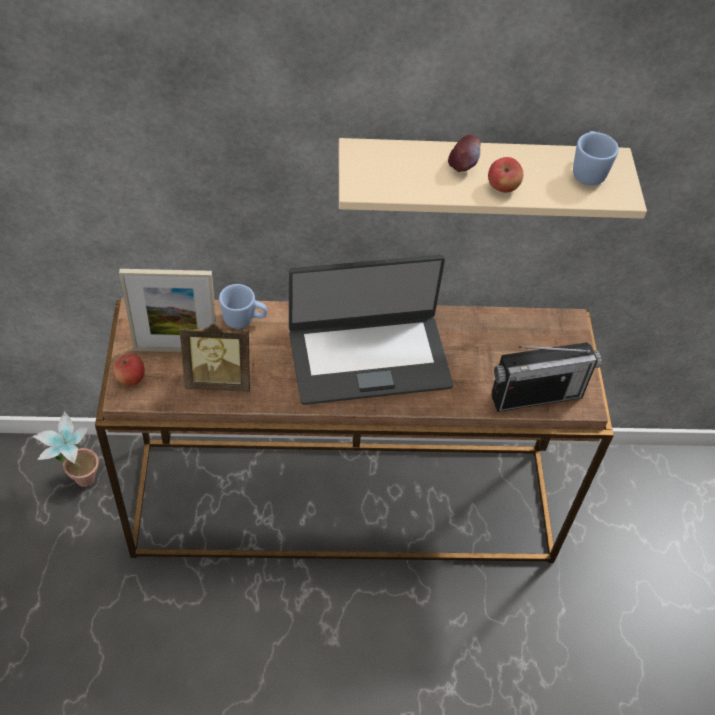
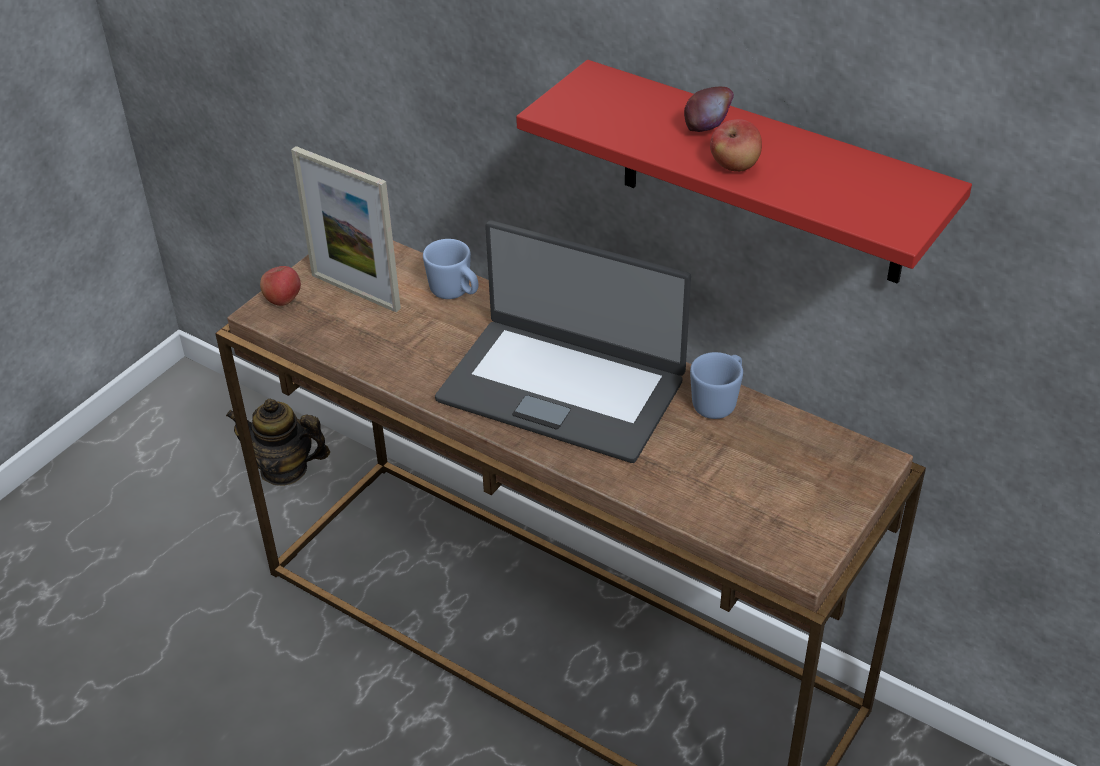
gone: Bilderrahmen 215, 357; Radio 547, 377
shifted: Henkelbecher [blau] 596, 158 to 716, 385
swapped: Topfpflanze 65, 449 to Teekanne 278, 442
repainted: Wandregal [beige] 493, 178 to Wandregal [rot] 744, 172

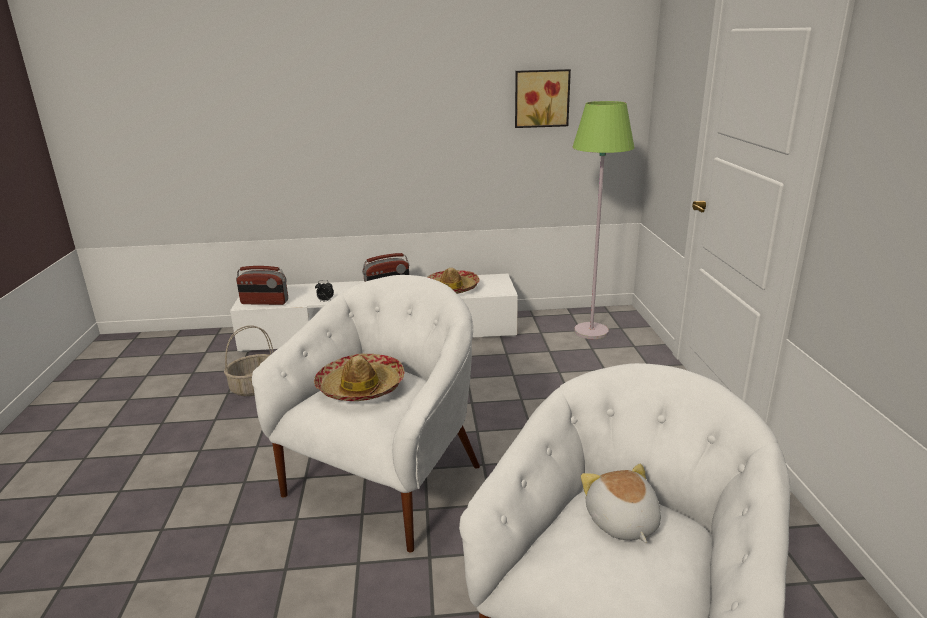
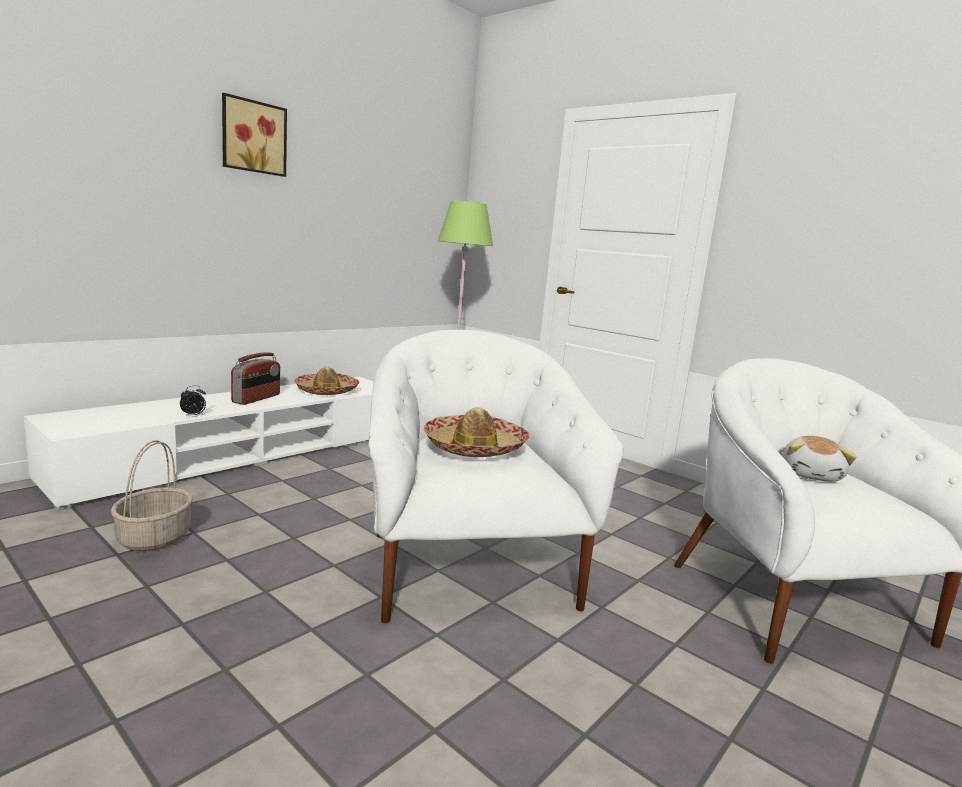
gone: Radio 262, 285
shifted: Bild 543, 98 to 254, 135
rotated: Plüschtier 621, 503 = 819, 459 105 degrees counterclockwise

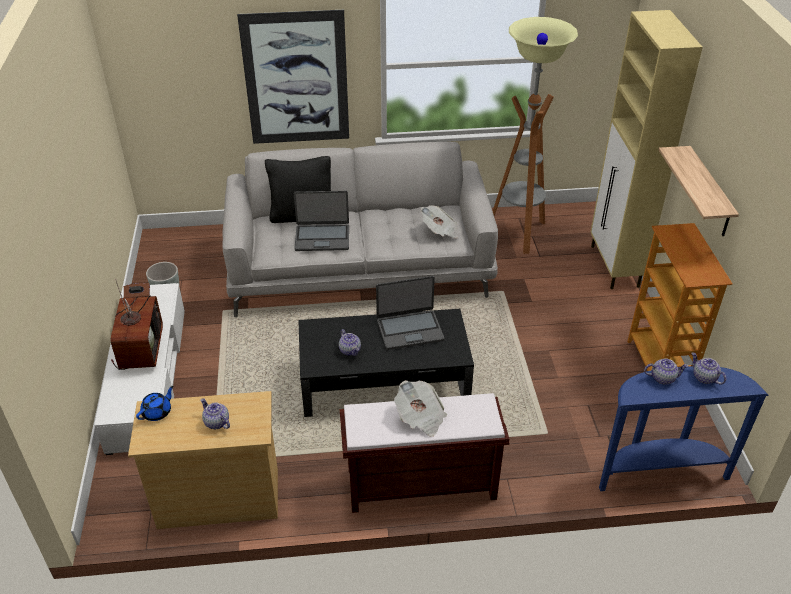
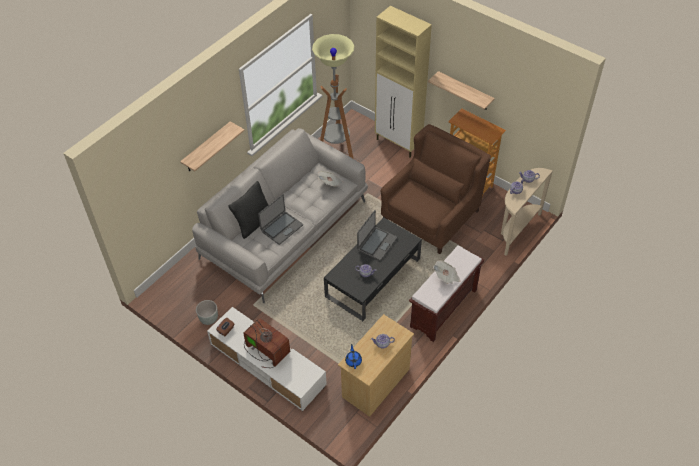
new: Sessel [braun] 436, 189
swapped: Bild 293, 77 to Wandregal 212, 146
repainted: Konsolentisch [blau] 684, 428 to Konsolentisch [beige] 527, 212

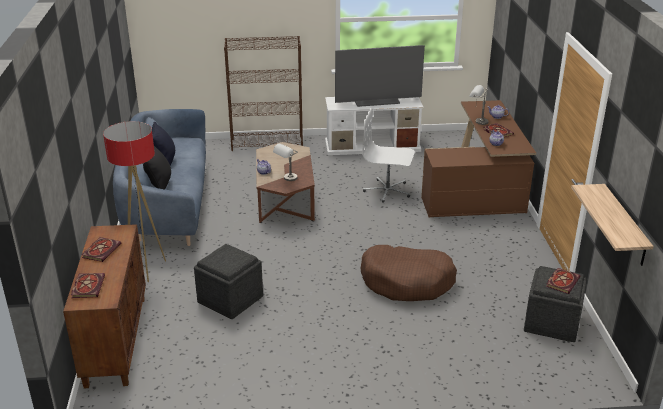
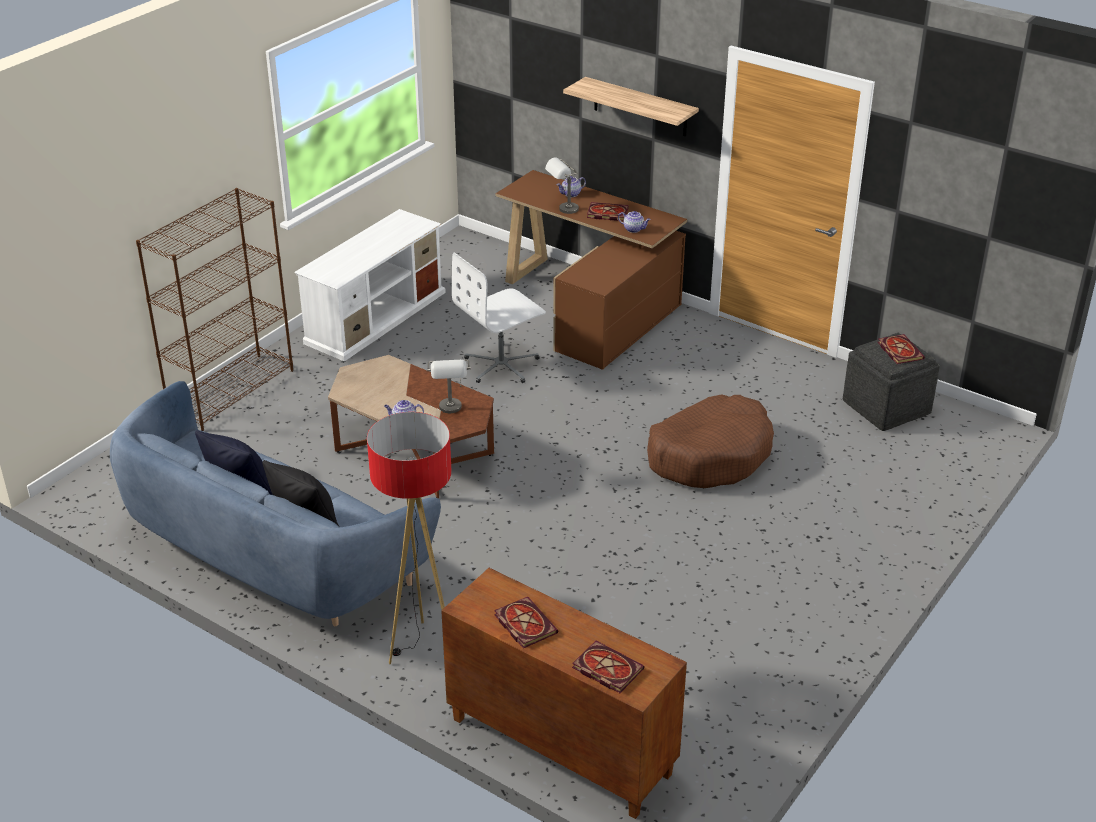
gone: Polsterhocker [grau] 228, 281; Fernseher 380, 76
shifted: Wandregal 612, 225 to 631, 106

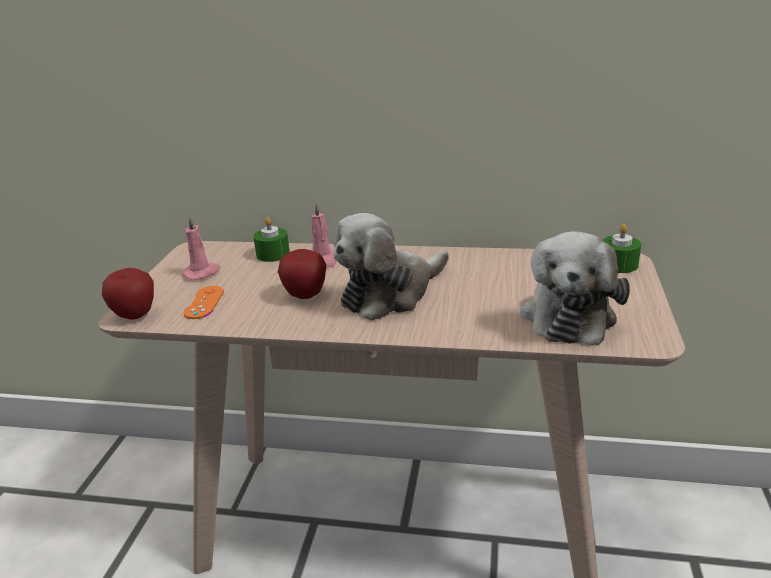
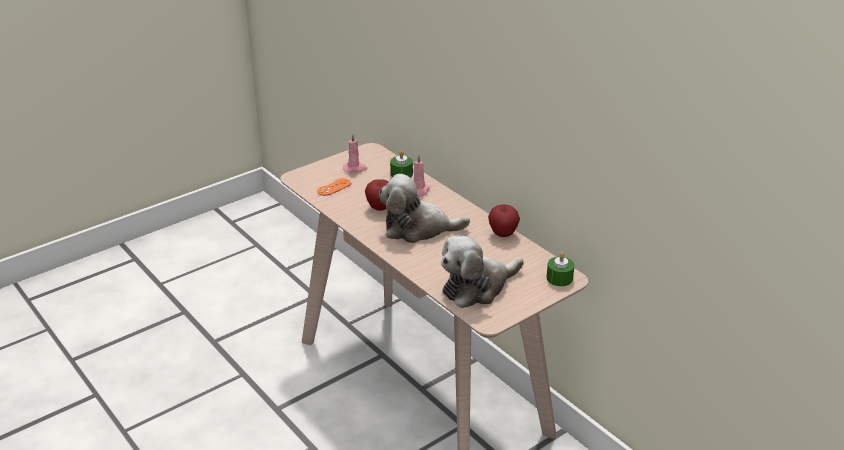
shifted: Apfel 128, 293 to 504, 221

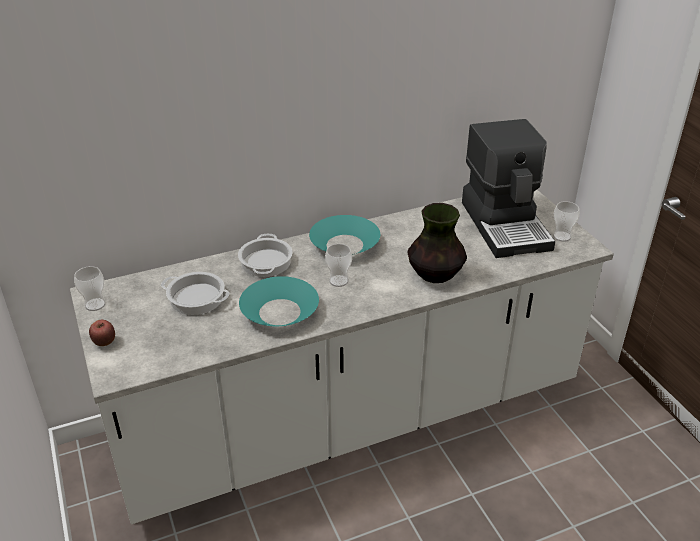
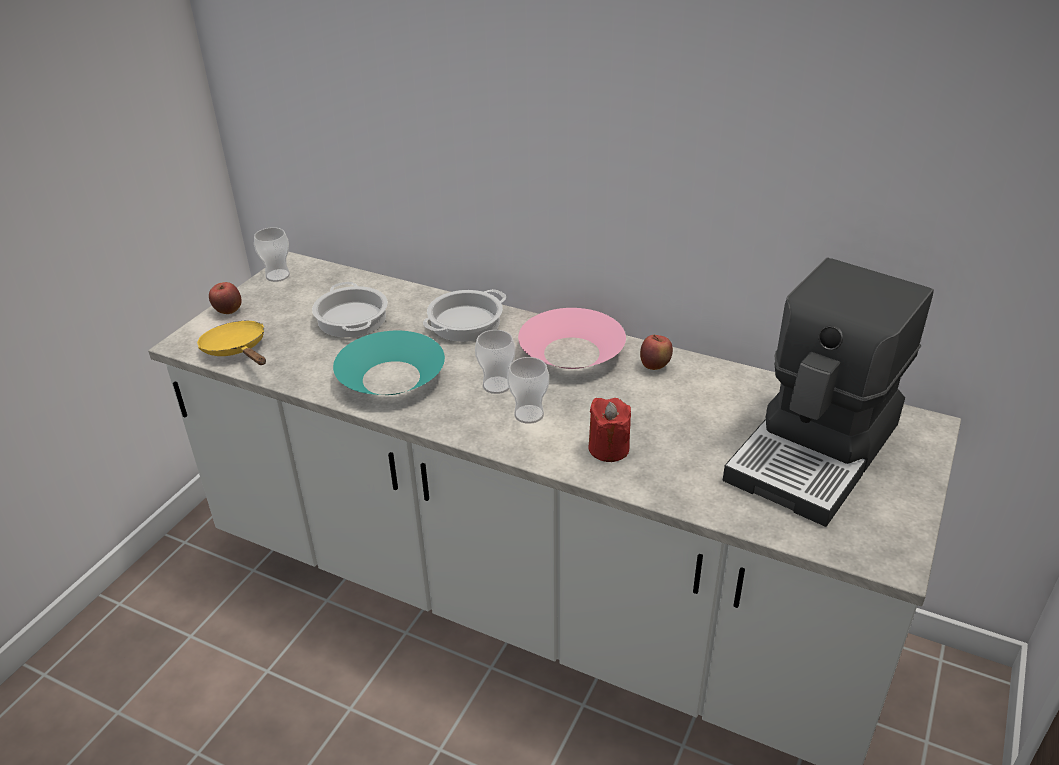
new: Pfanne [gelb] 231, 343; Apfel 656, 352
shifted: Tasse 566, 221 to 528, 390
swapped: Vase 437, 243 to Kerze [rot] 609, 430
repainted: Schüssel [türkis] 344, 235 to Schüssel [rosa] 572, 338

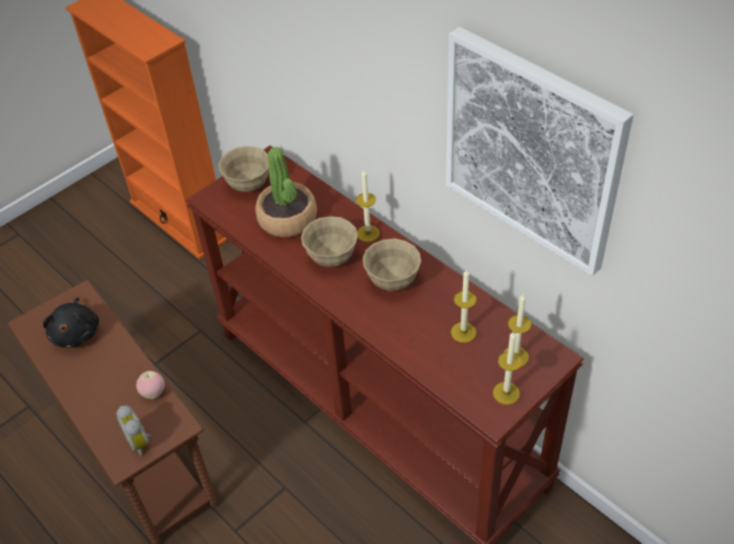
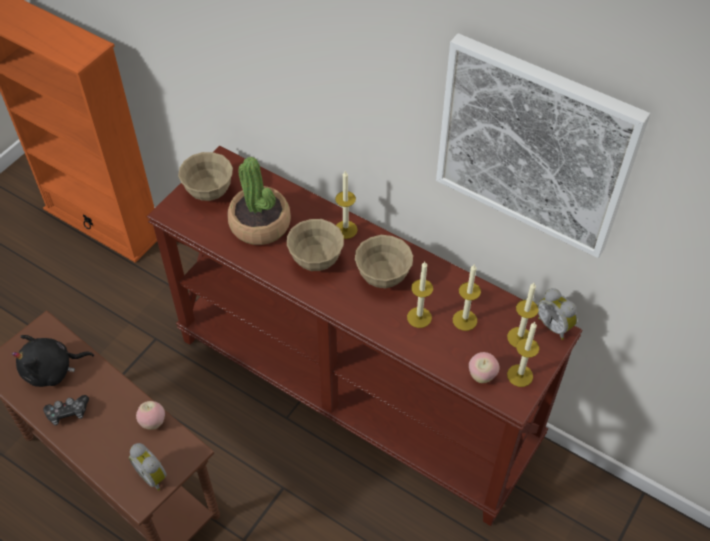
new: Gamepad 66, 410; Kerze 420, 295; Apfel 484, 367; Wecker 558, 314
rotated: Plüschtier [schwarz] 71, 322 = 53, 361 90 degrees clockwise

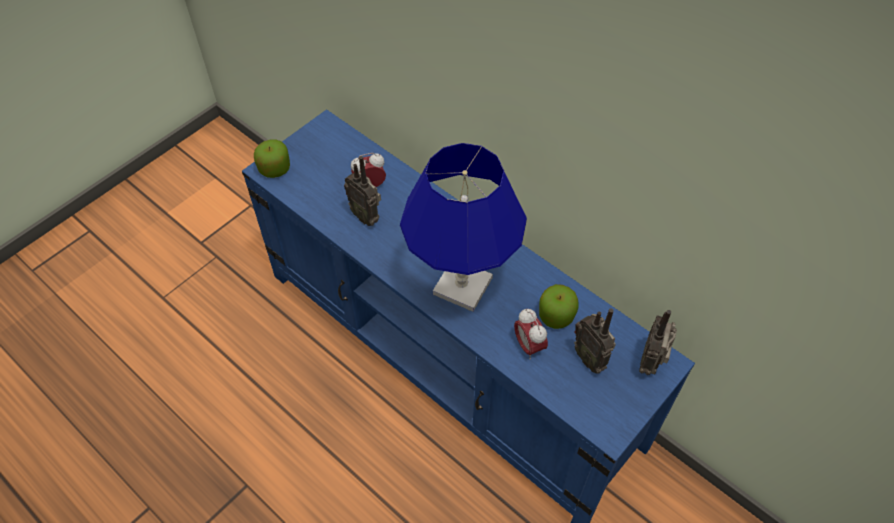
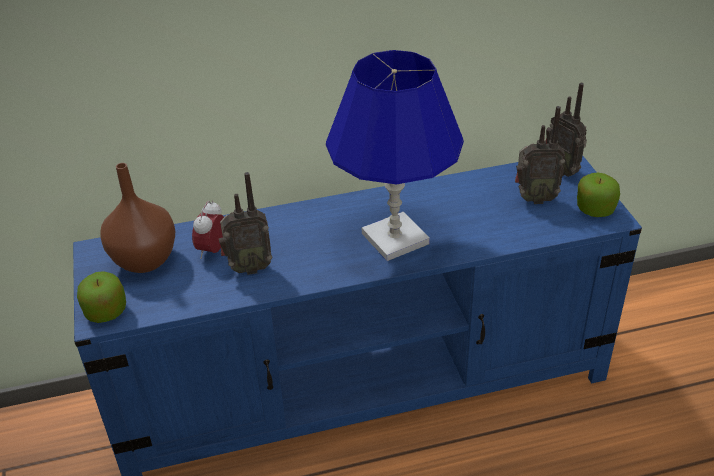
gone: Wecker 531, 334
new: Vase [braun] 138, 218
shifted: Apfel 559, 306 to 598, 194

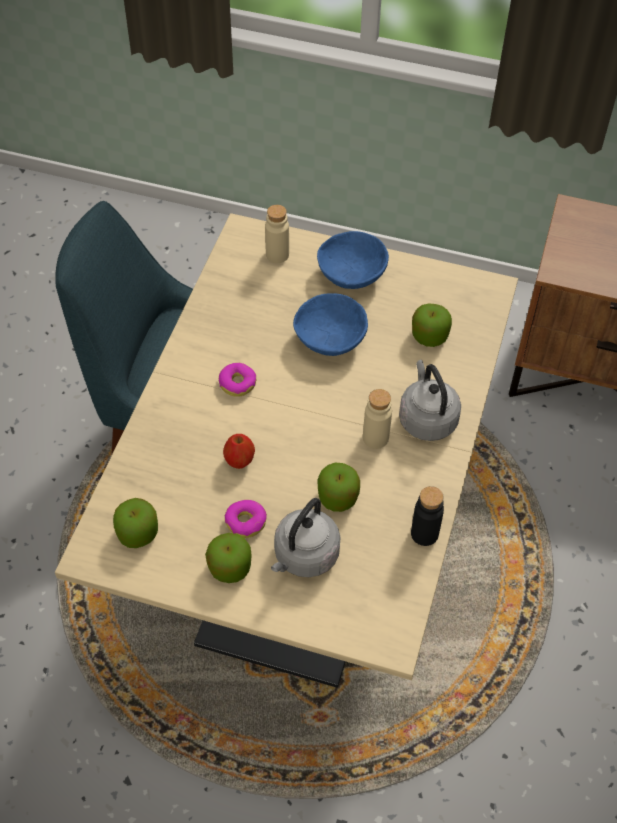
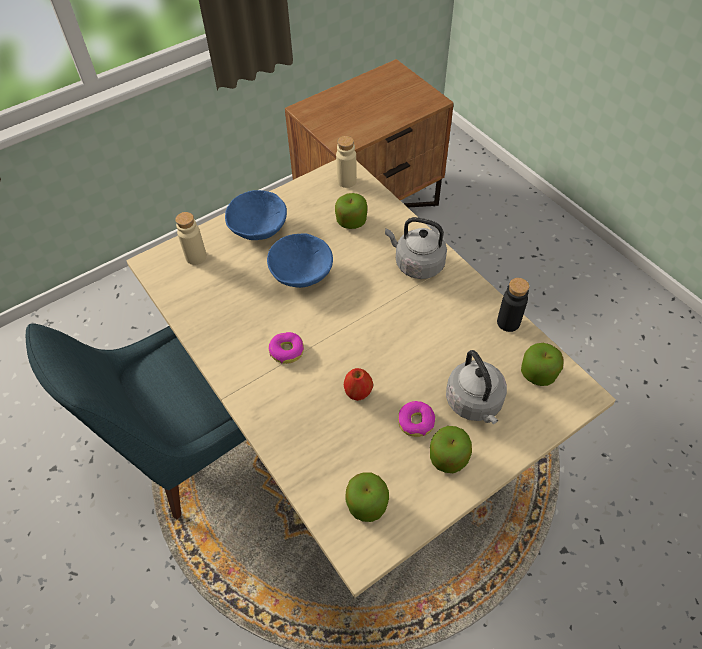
shifted: Apfel 339, 487 to 542, 364; Flasche [beige] 377, 419 to 346, 162

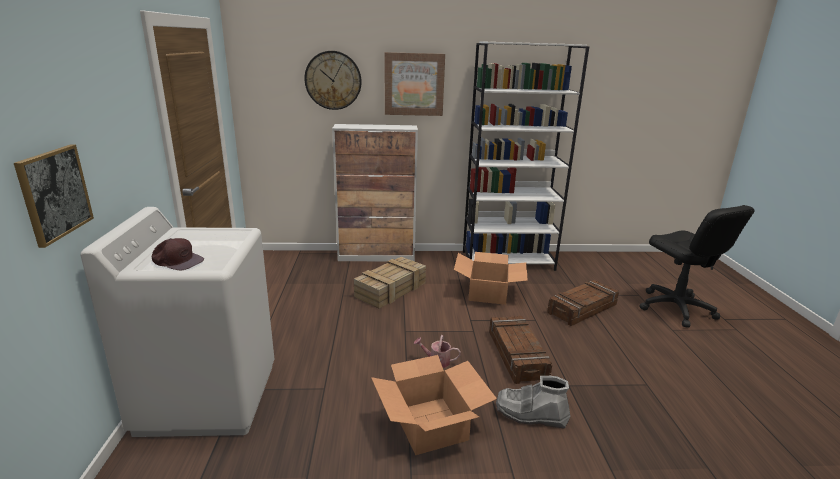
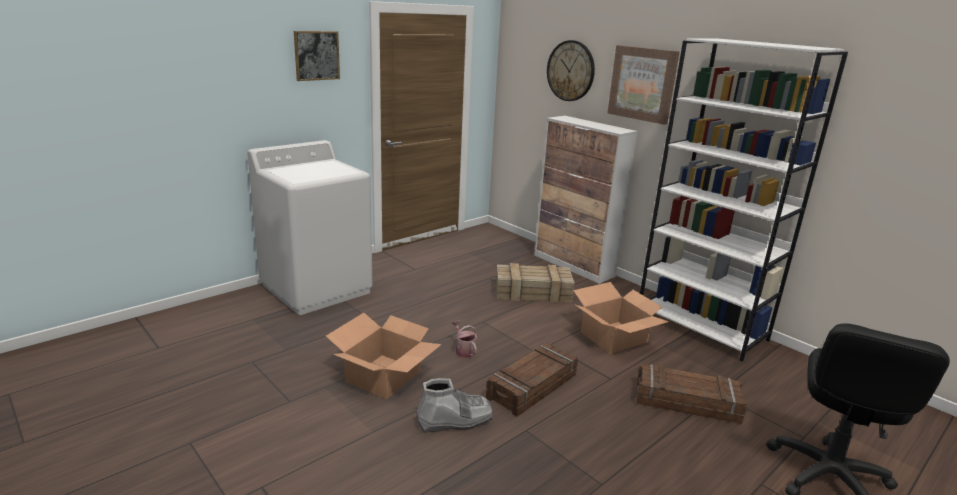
gone: Kappe [braun] 178, 254
shifted: Bild 54, 196 to 317, 56
rotated: Stiefel [grau] 533, 402 = 454, 405 105 degrees clockwise

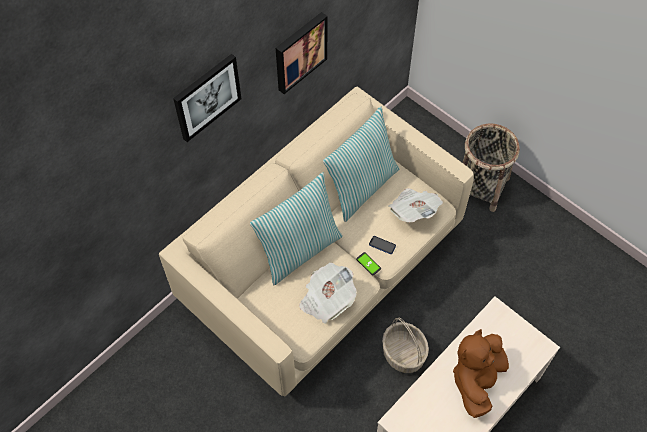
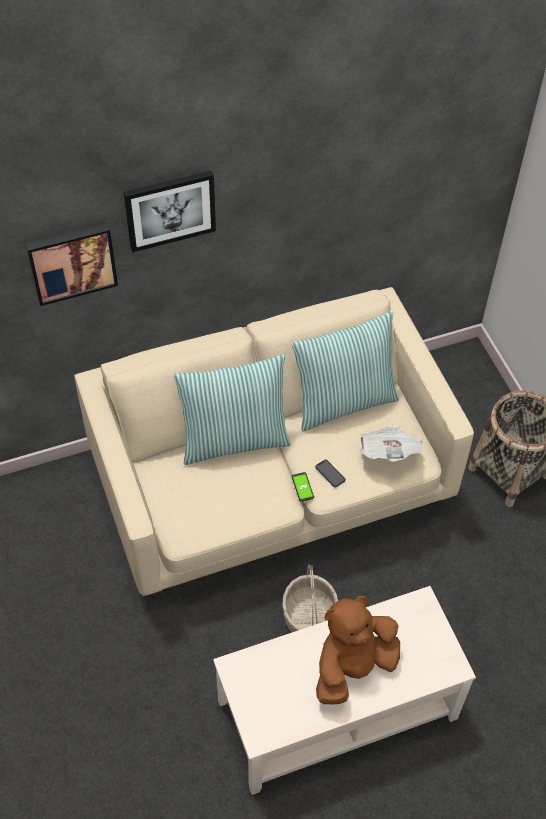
gone: Zeitung 328, 293
shifted: Bild 301, 53 to 71, 264

